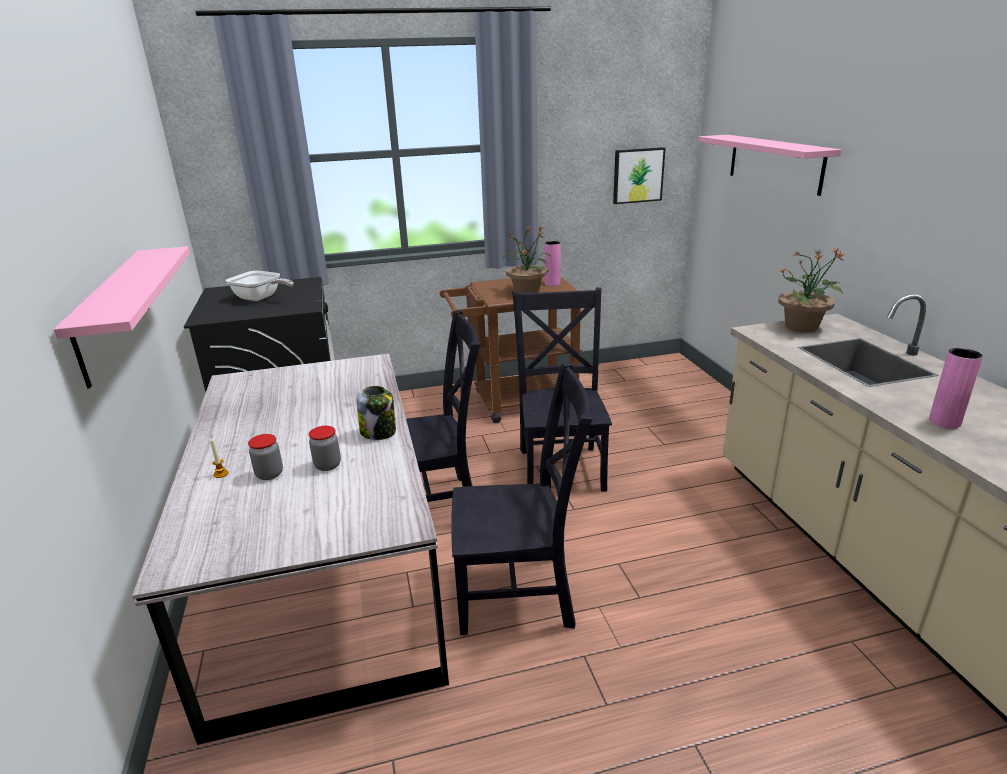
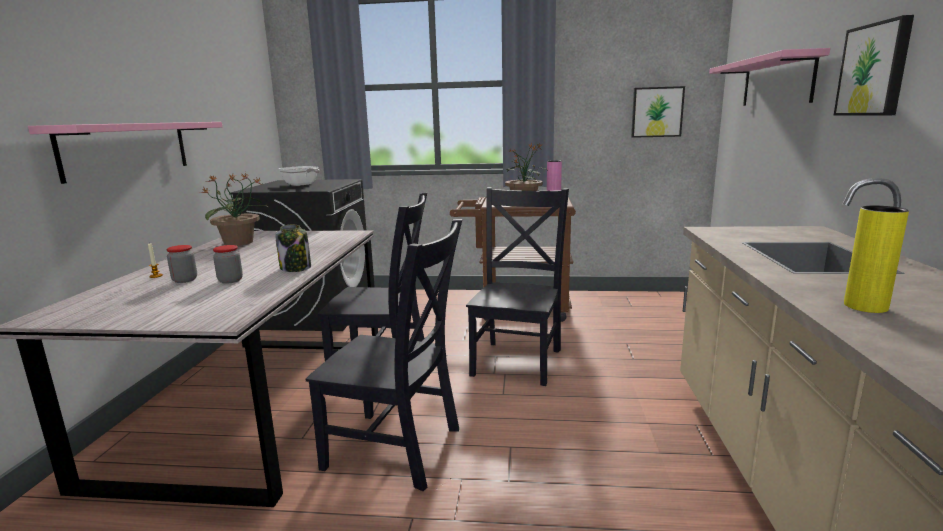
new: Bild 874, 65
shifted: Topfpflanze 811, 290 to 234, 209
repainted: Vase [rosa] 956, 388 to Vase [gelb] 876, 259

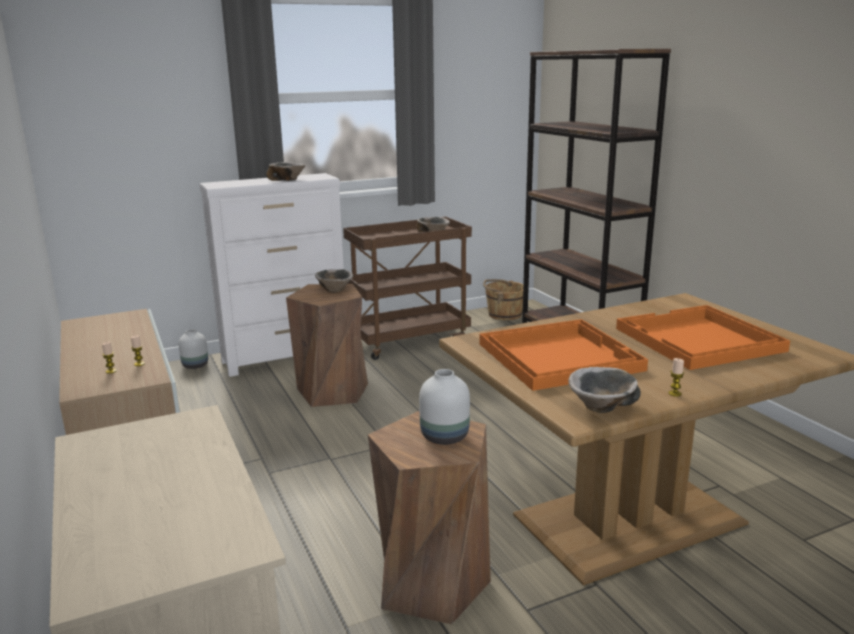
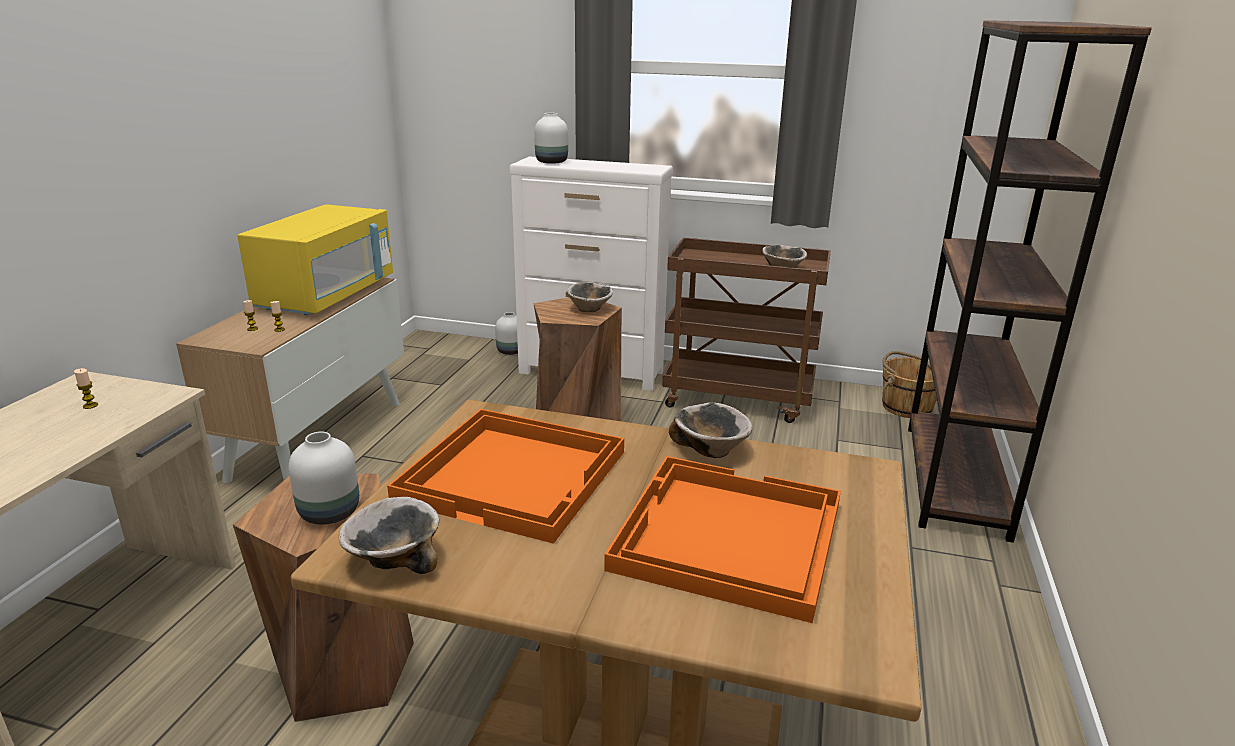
new: Mikrowelle [gelb] 315, 259; Vase [weiß] 551, 138
shifted: Schüssel 285, 171 to 711, 430; Kerze 676, 377 to 86, 388

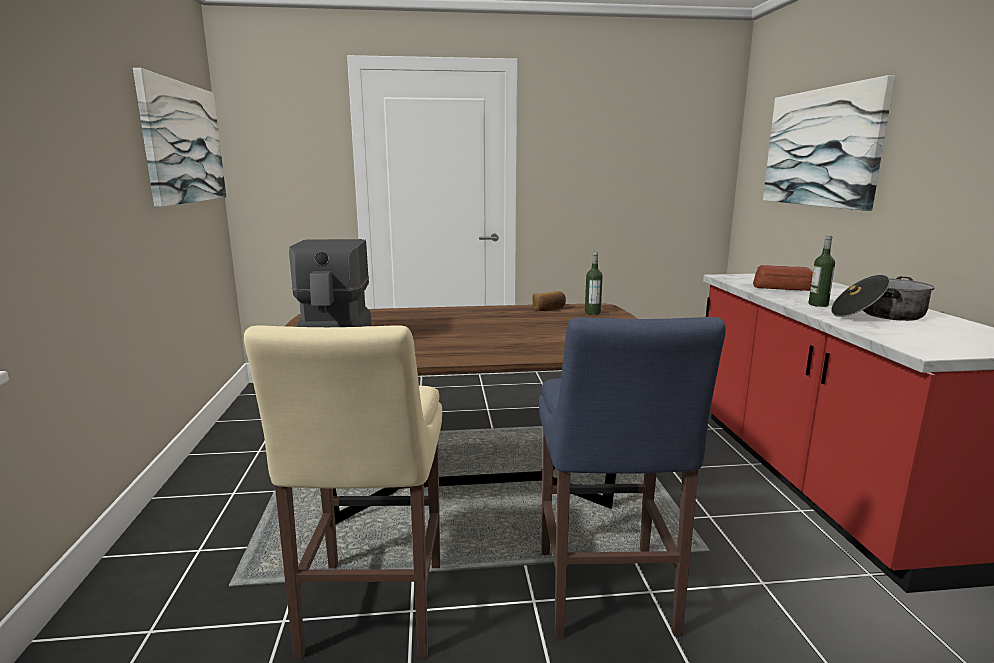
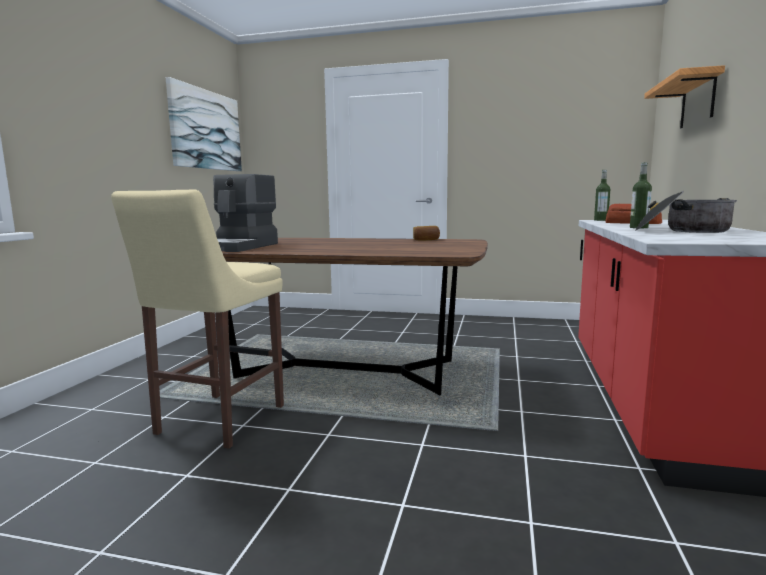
gone: Hocker [blau] 632, 477
shifted: Flasche 594, 283 to 602, 195
swapped: Bild 829, 143 to Wandregal 684, 96

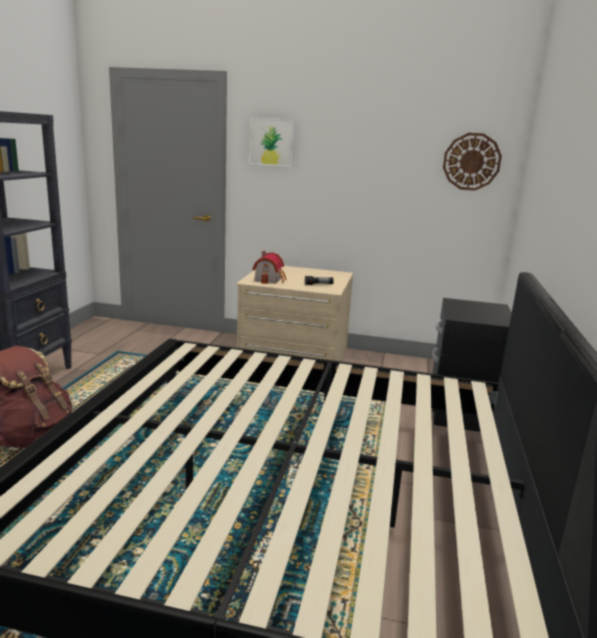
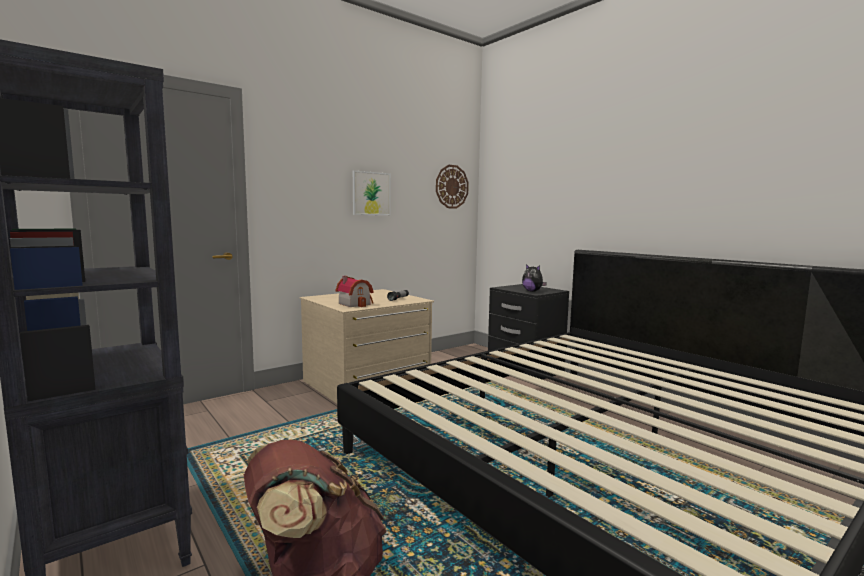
new: Plüschtier 534, 278
shifted: Bild 272, 142 to 372, 192

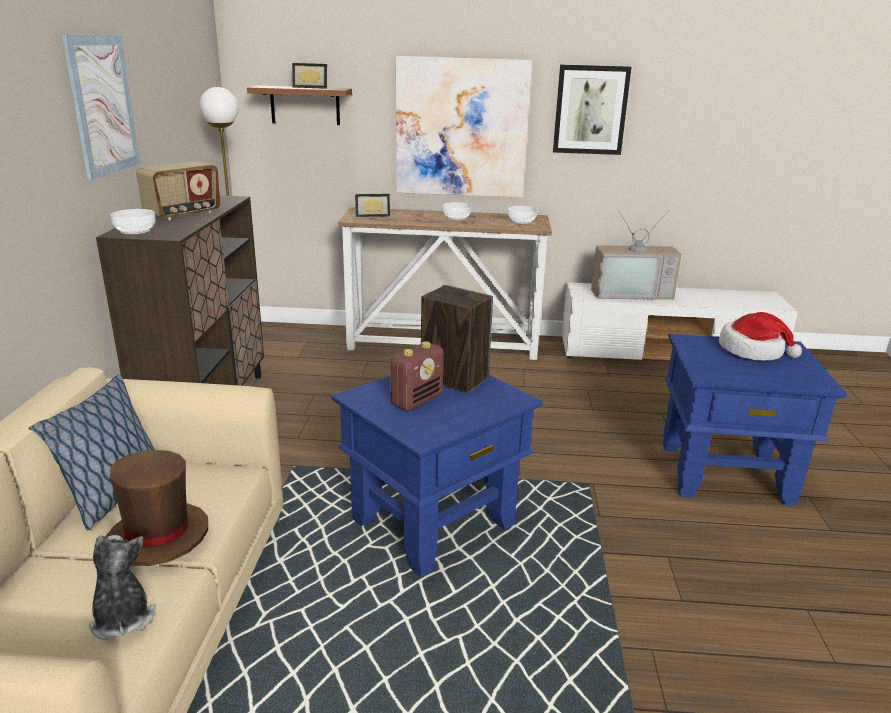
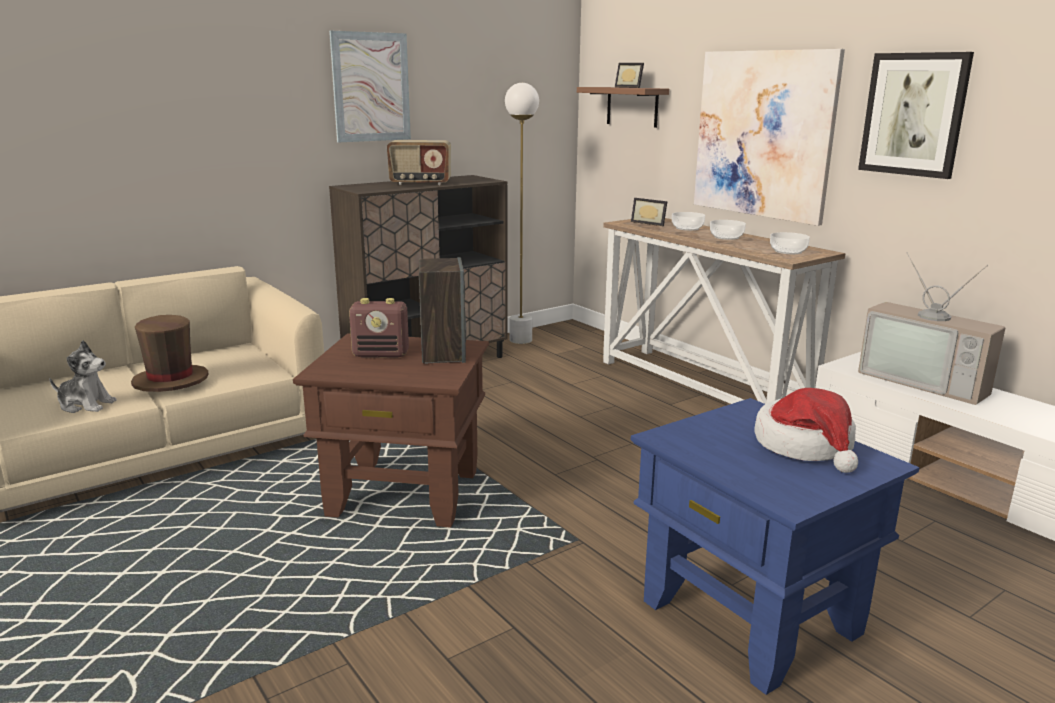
gone: Kissen 92, 452
shifted: Schüssel 133, 221 to 688, 221
repainted: Beistelltisch [blau] 437, 476 to Beistelltisch [braun] 391, 430
rotated: Plüschtier 122, 587 = 83, 376 75 degrees clockwise

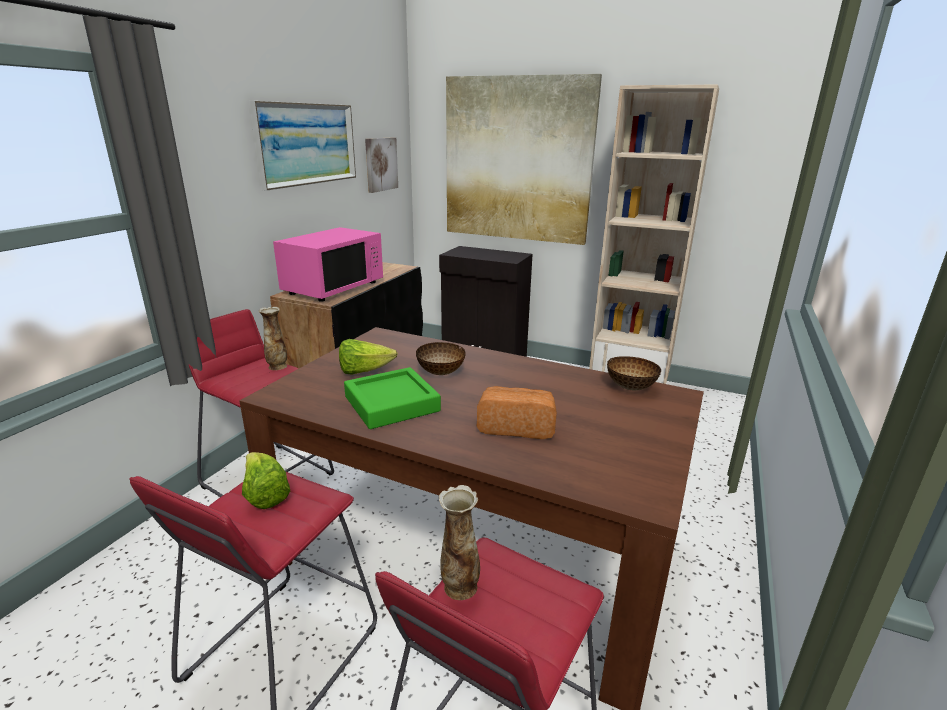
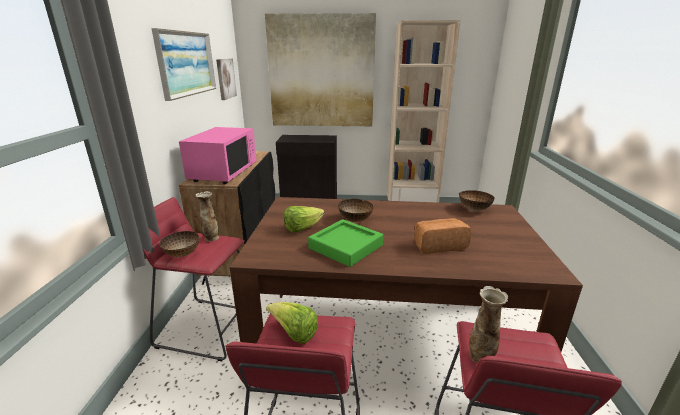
new: Schüssel 179, 244

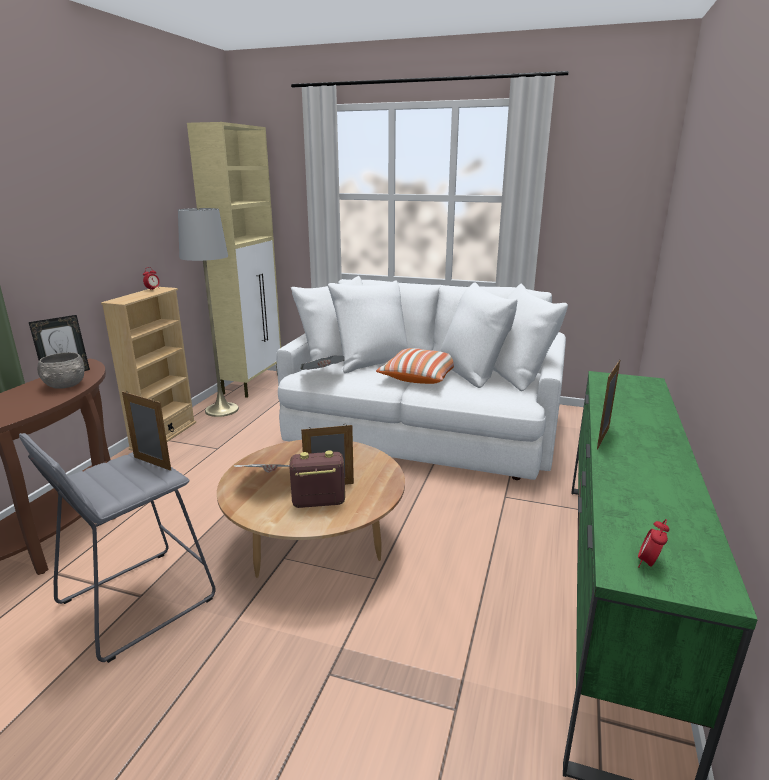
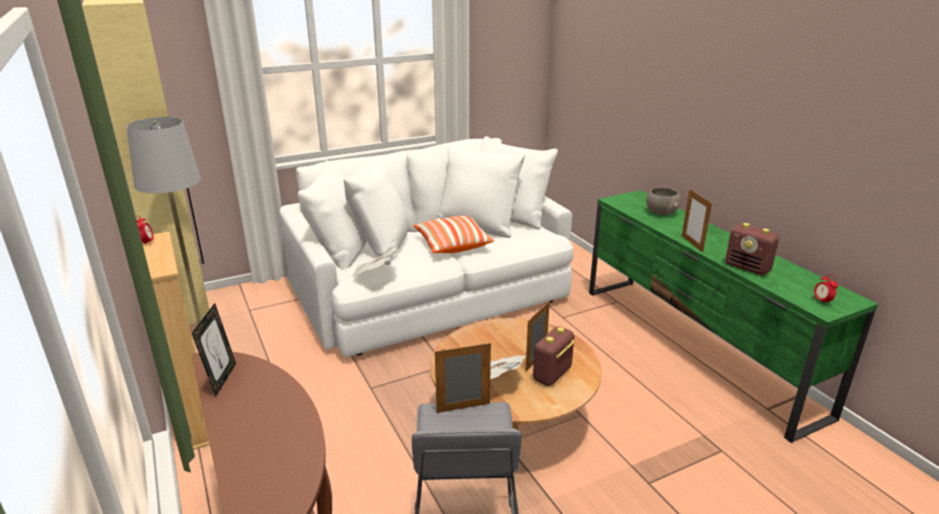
new: Radio 752, 249
shifted: Schüssel [grau] 61, 370 to 663, 201

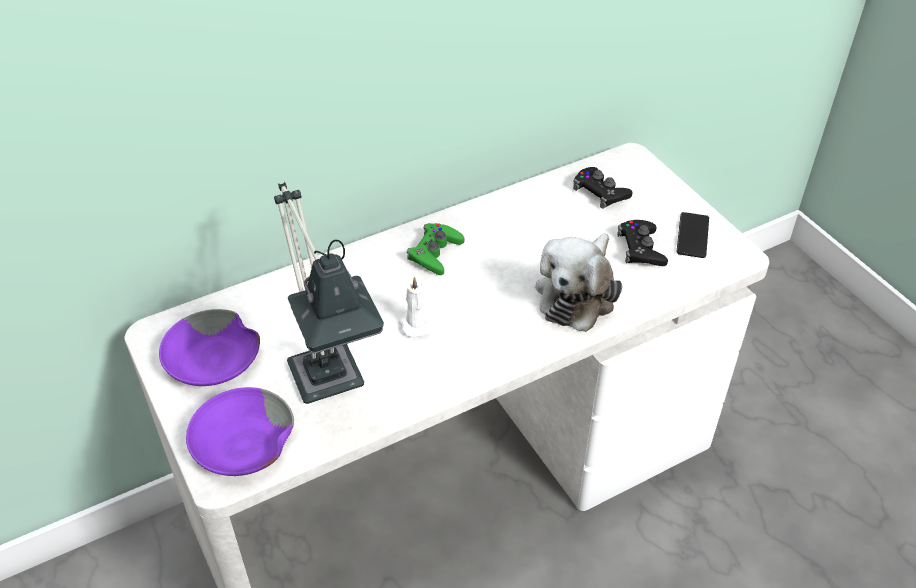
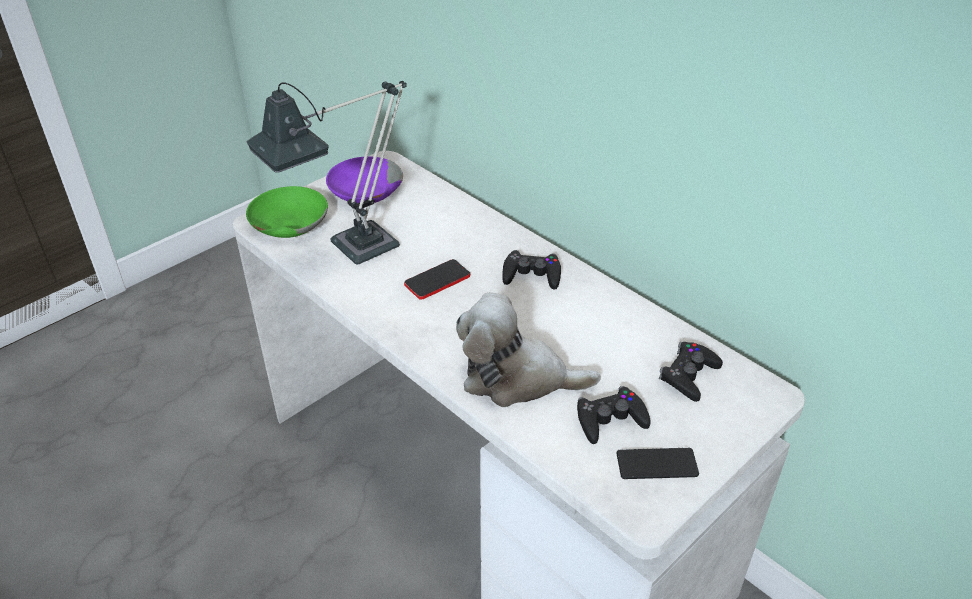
swapped: Kerze [weiß] 417, 307 to Handy 437, 279
repainted: Schüssel [lila] 240, 431 to Schüssel [grün] 287, 212; Gamepad [grün] 436, 249 to Gamepad [schwarz] 531, 270

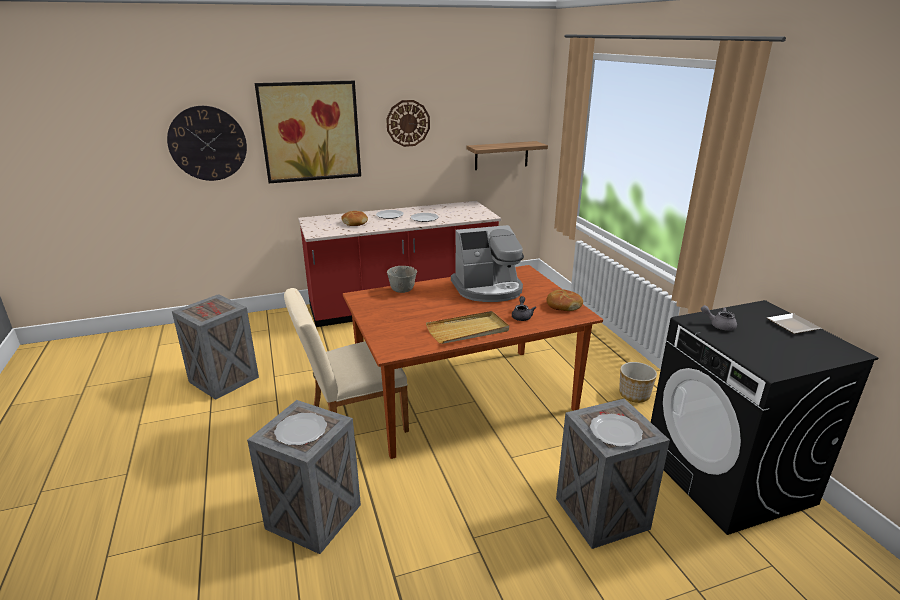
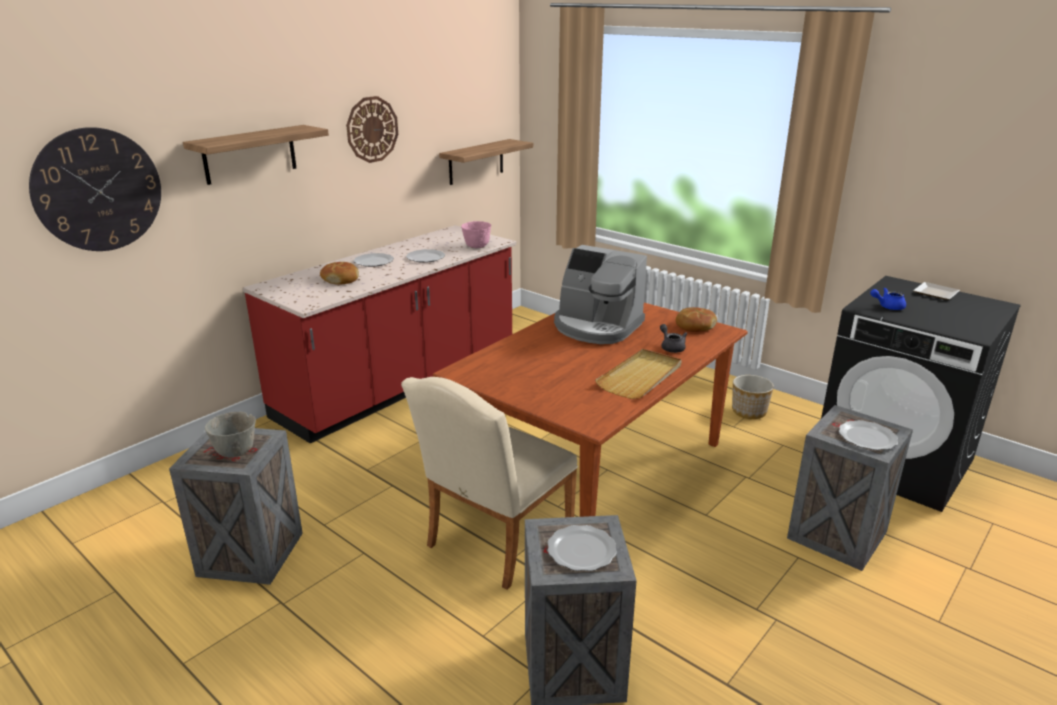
new: Schüssel [rosa] 476, 234
shifted: Schüssel [grau] 402, 279 to 230, 434
swapped: Bild 308, 132 to Wandregal 256, 155
repainted: Teekanne [grau] 719, 318 to Teekanne [blau] 888, 299
rotated: Kaffeemaschine 487, 263 = 600, 294 75 degrees clockwise

